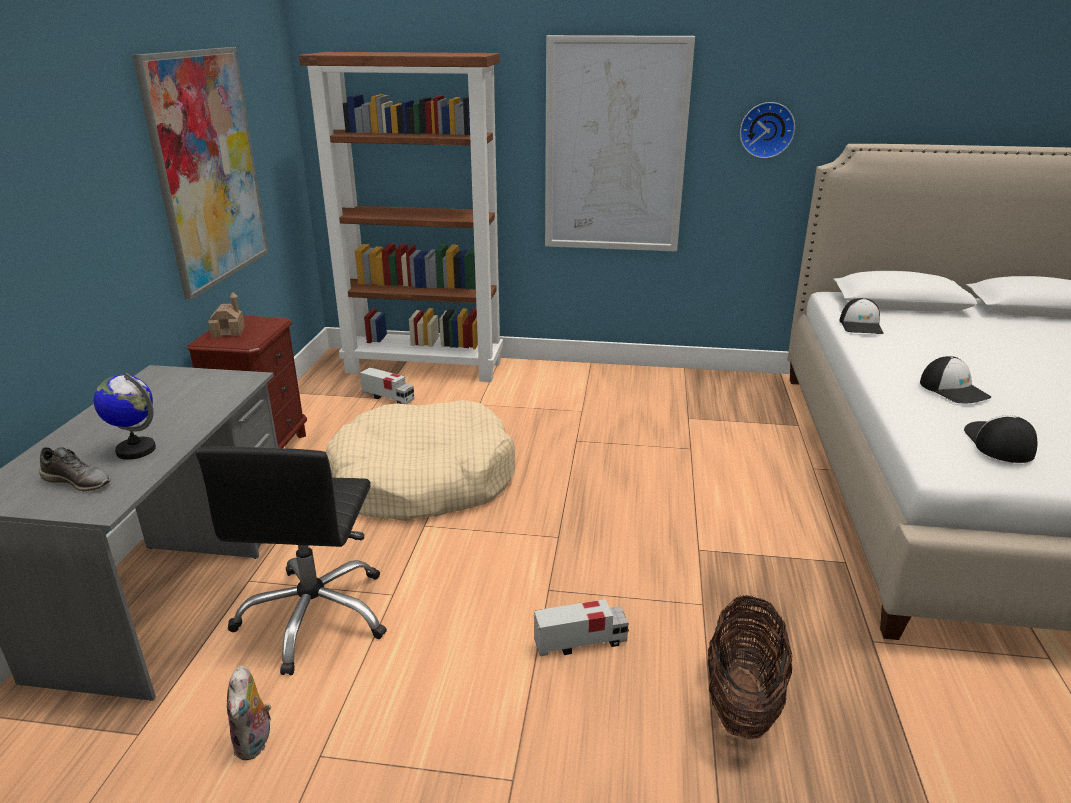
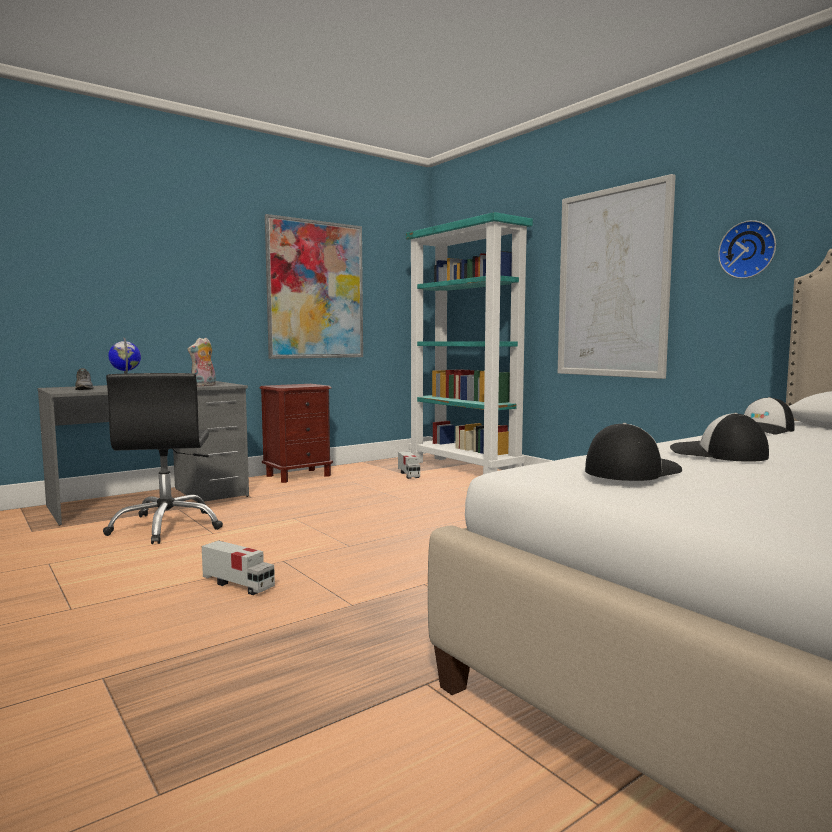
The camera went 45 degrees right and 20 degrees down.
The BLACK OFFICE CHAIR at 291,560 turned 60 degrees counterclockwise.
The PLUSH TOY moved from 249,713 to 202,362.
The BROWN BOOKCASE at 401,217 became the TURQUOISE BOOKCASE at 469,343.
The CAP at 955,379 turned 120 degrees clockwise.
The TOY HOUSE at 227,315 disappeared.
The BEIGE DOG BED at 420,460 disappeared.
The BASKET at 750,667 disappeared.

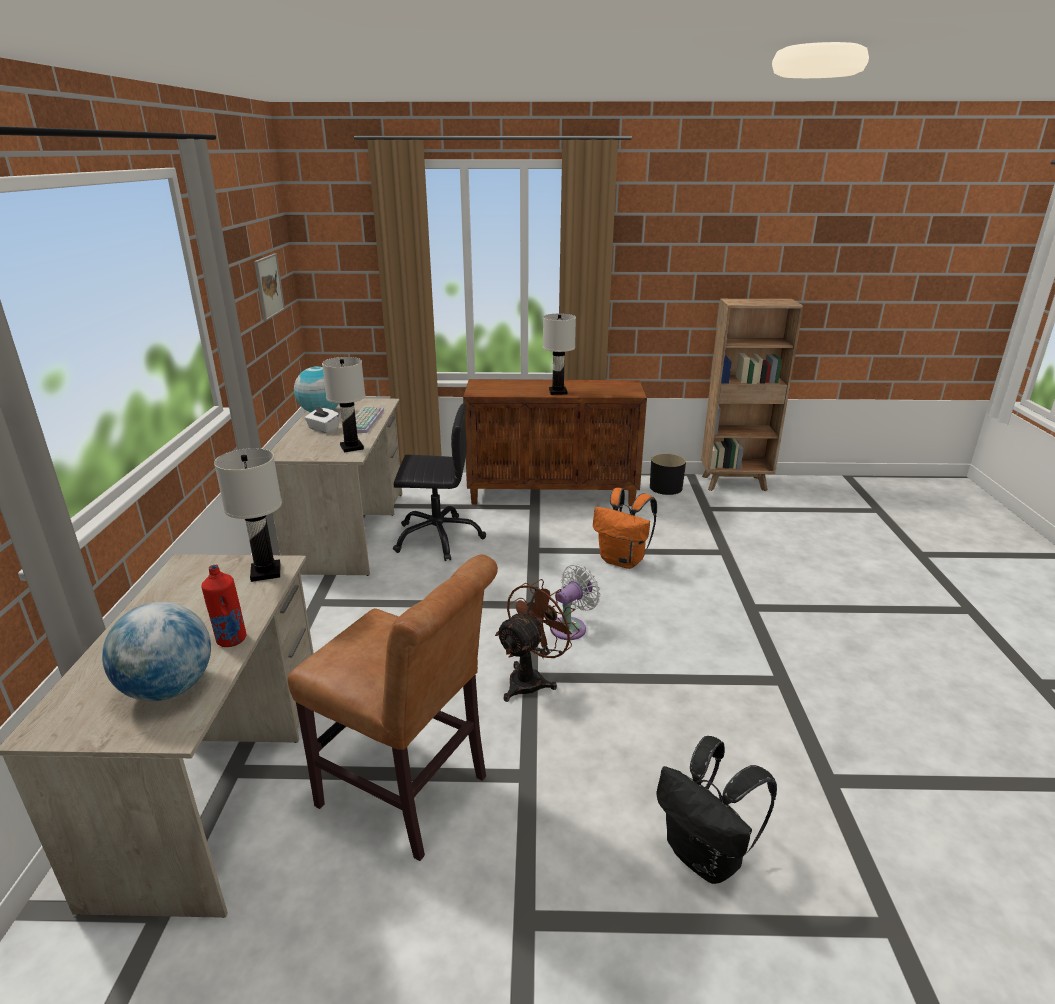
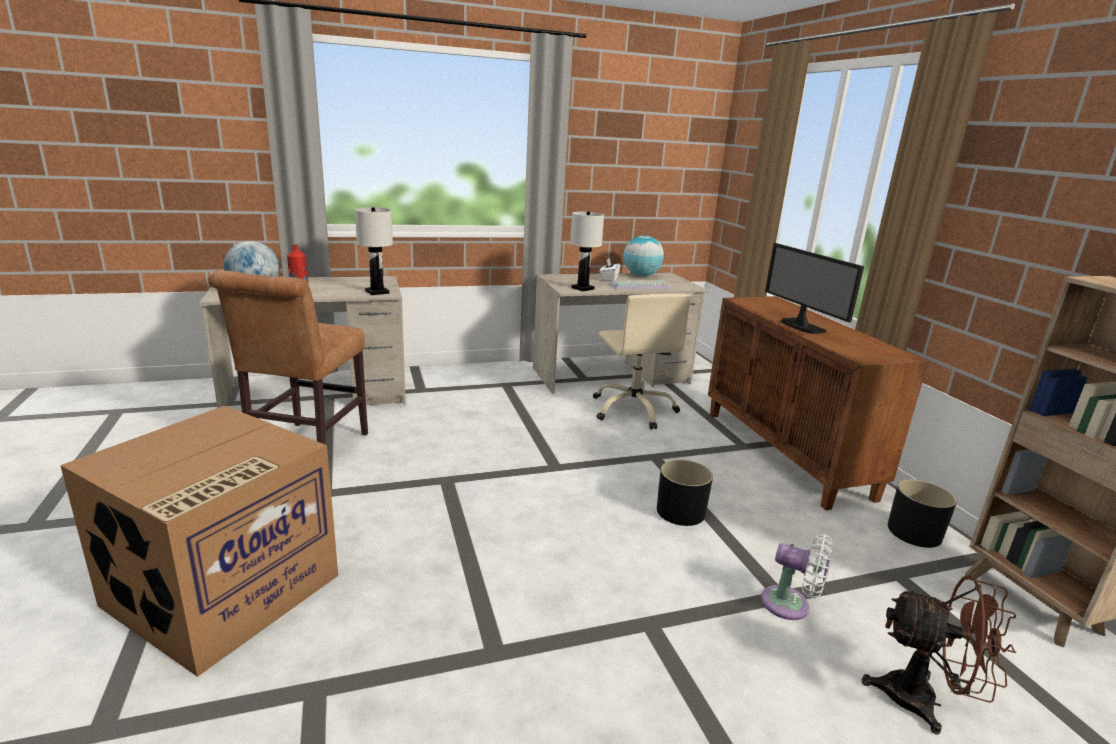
The camera went 70 degrees right and 5 degrees down.
The BLACK BACKPACK at 716,810 was replaced by the CARDBOARD BOX at 199,541.
The BLACK OFFICE CHAIR at 439,482 became the BEIGE OFFICE CHAIR at 642,361.
The ORANGE BACKPACK at 625,528 was replaced by the BLACK PLANTER at 685,493.
The WHITE FAN moved from 576,602 to 797,577.
The WHITE TABLE LAMP at 559,354 was replaced by the MONITOR at 814,288.
The BROWN FAN moved from 537,640 to 939,655.
The PICTURE at 269,287 disappeared.

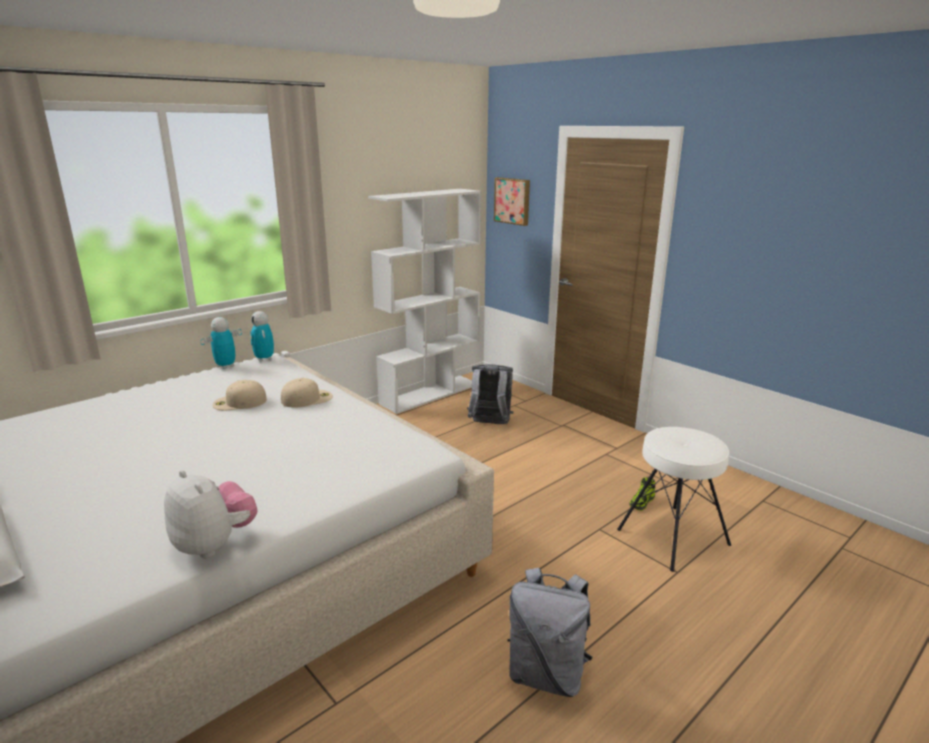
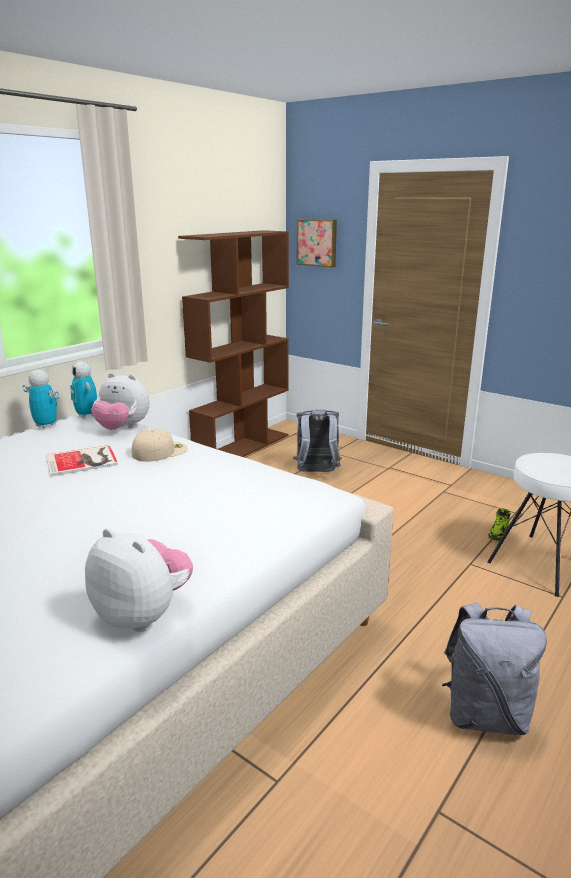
The camera went 10 degrees left and 0 degrees up.
The TOY ROBOT at 221,343 turned 90 degrees clockwise.
The BEIGE CAP at 240,395 was replaced by the BOOK at 82,460.
The PLUSH TOY at 120,401 appeared.
The WHITE BOOKCASE at 424,301 became the BROWN BOOKCASE at 233,343.

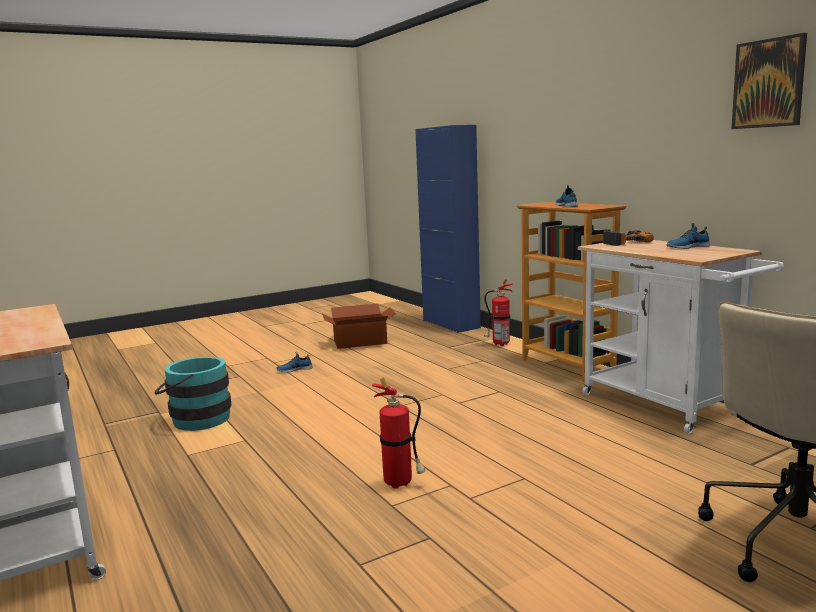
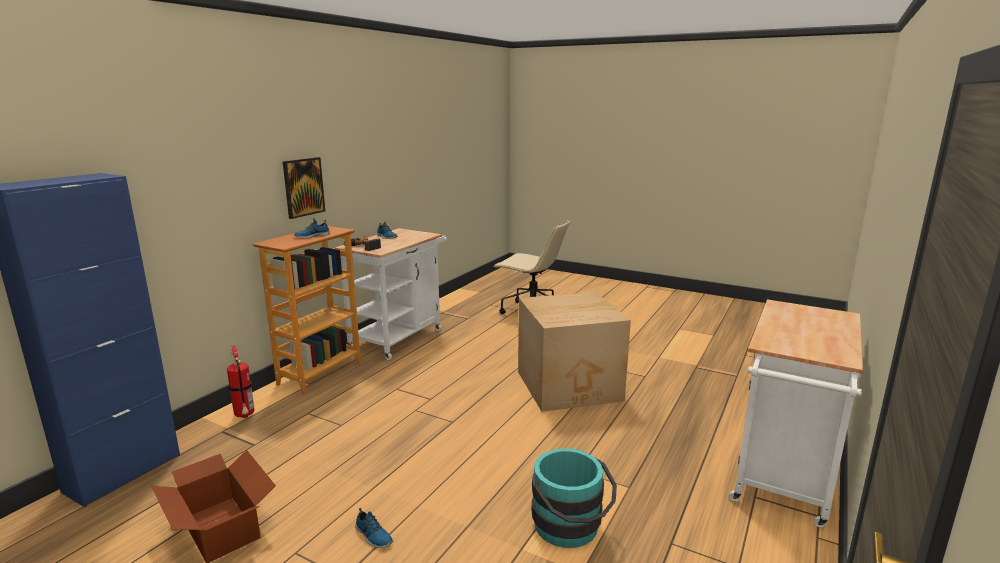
The camera went 120 degrees left and 5 degrees up.
The PICTURE moved from 769,81 to 304,188.
The FIRE EXTINGUISHER at 399,433 was replaced by the CARDBOARD BOX at 574,352.

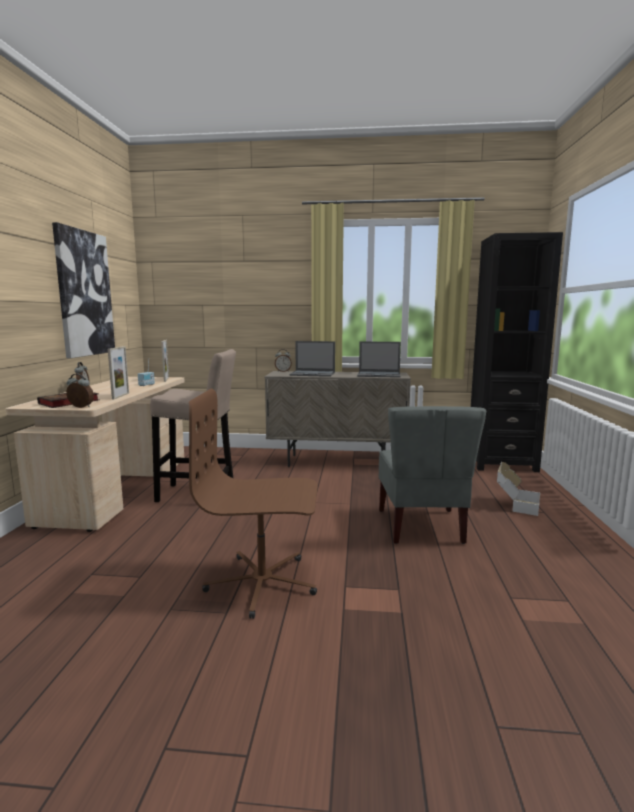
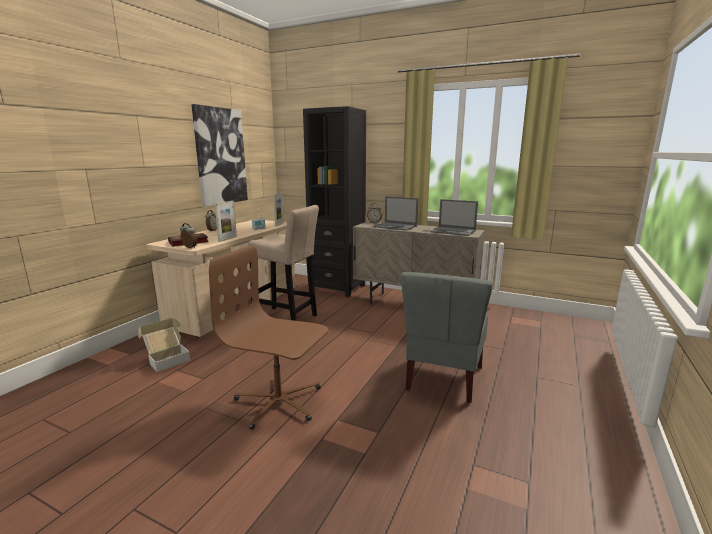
The camera went 20 degrees right and 5 degrees up.
The CARDBOARD BOX moved from 518,489 to 164,345.
The BLACK BOOKCASE moved from 517,352 to 334,201.

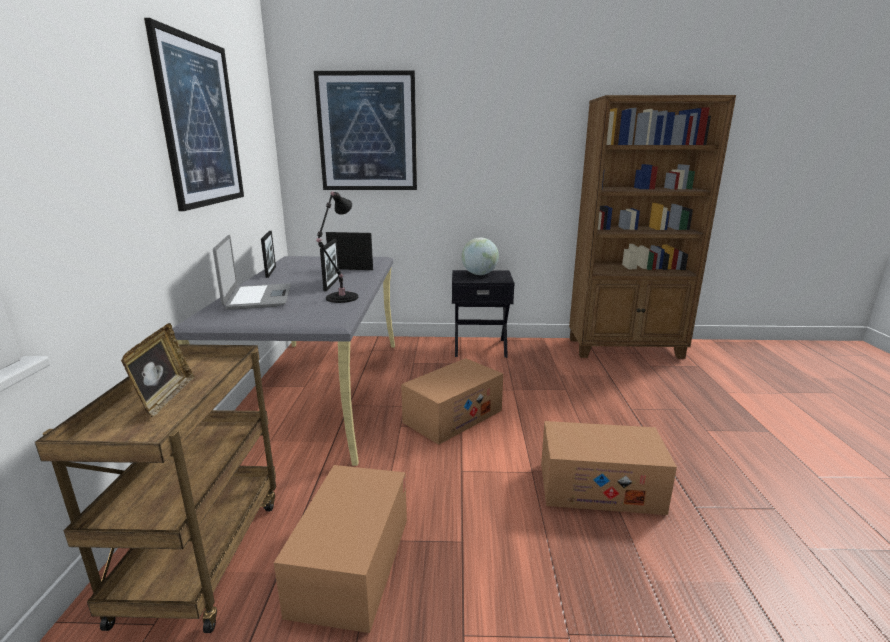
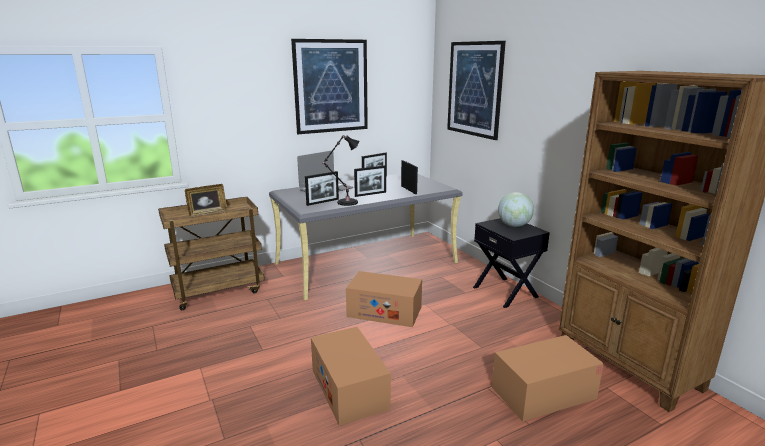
The camera went 60 degrees right and 0 degrees up.
The PICTURE FRAME at 322,188 appeared.
The CARDBOARD BOX moved from 340,549 to 548,378.

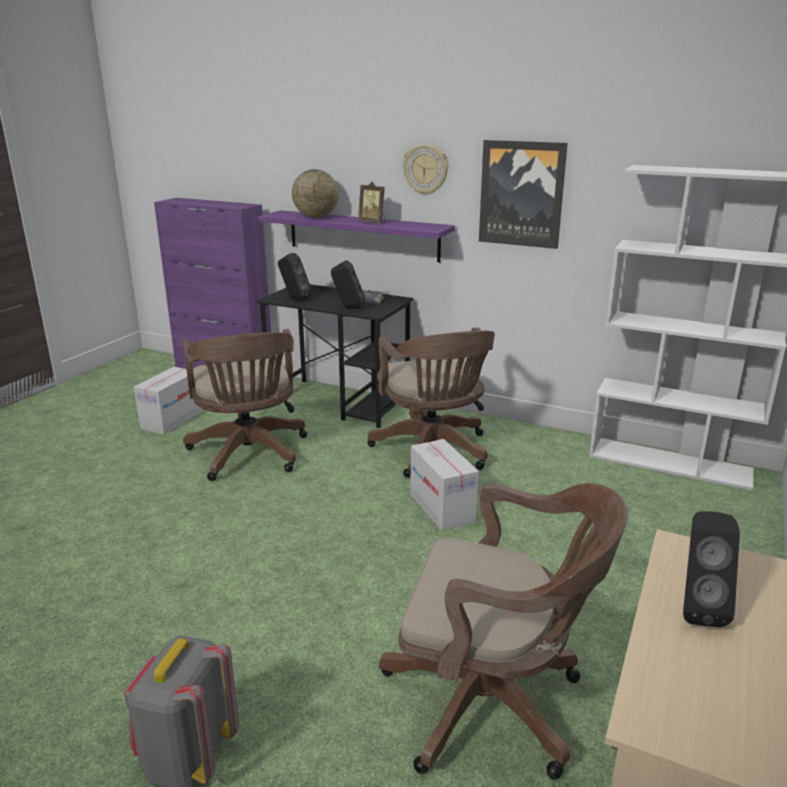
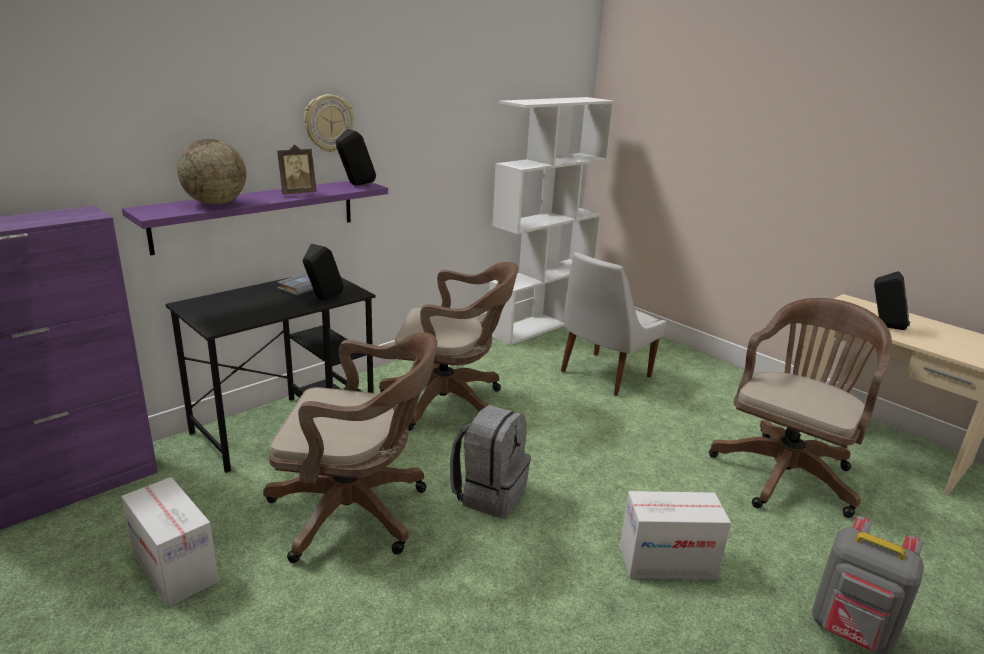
The camera went 70 degrees left and 0 degrees up.
The BLACK SPEAKER moved from 295,276 to 356,157.
The GREY BACKPACK at 490,461 appeared.
The WHITE CHAIR at 614,324 appeared.
The CARDBOARD BOX moved from 444,485 to 675,535.
The PICTURE at 523,194 disappeared.

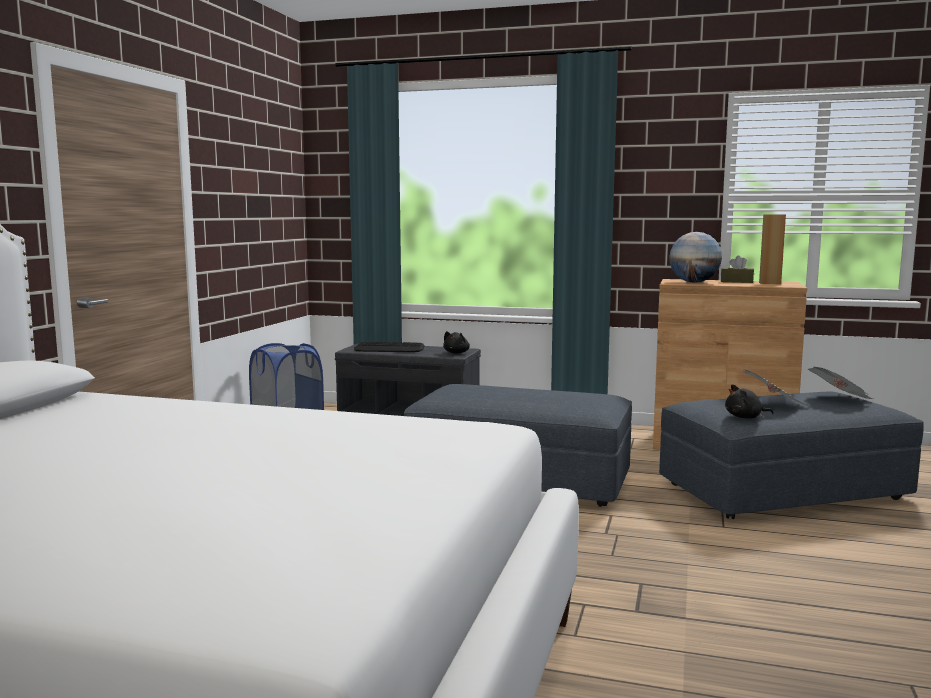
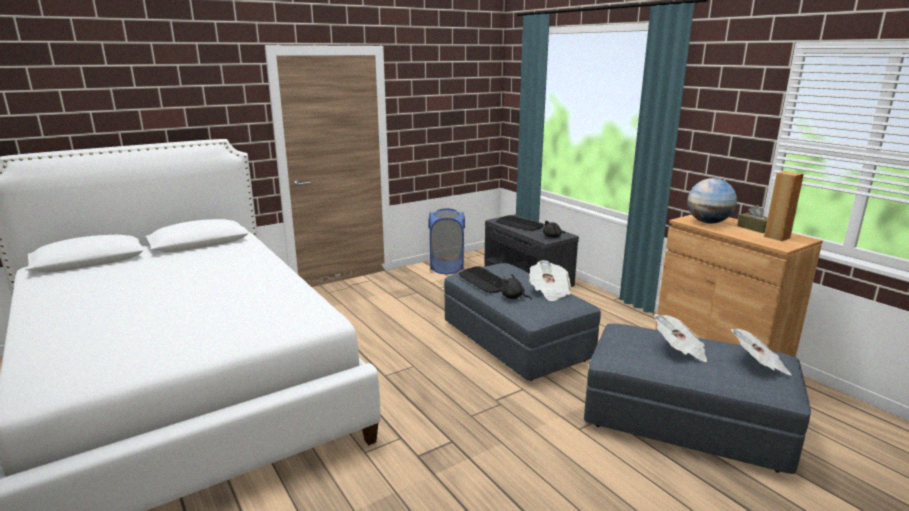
The camera went 40 degrees right and 10 degrees up.
The KEYBOARD at 480,279 appeared.
The BLACK PLUSH TOY moved from 749,402 to 516,287.
The NEWSPAPER at 550,280 appeared.

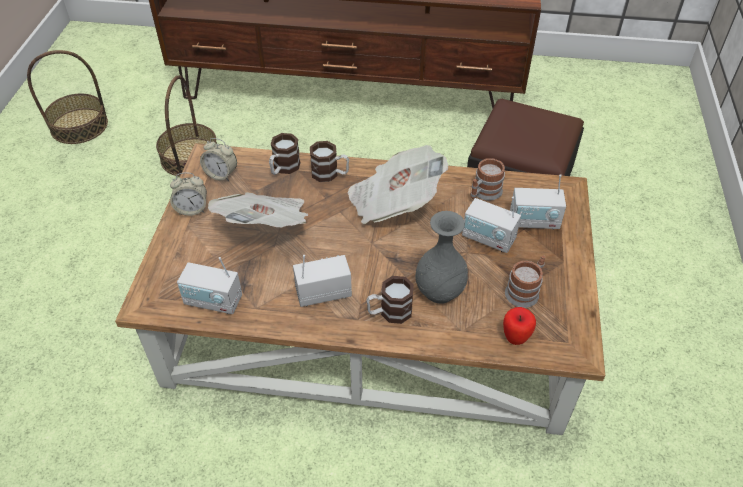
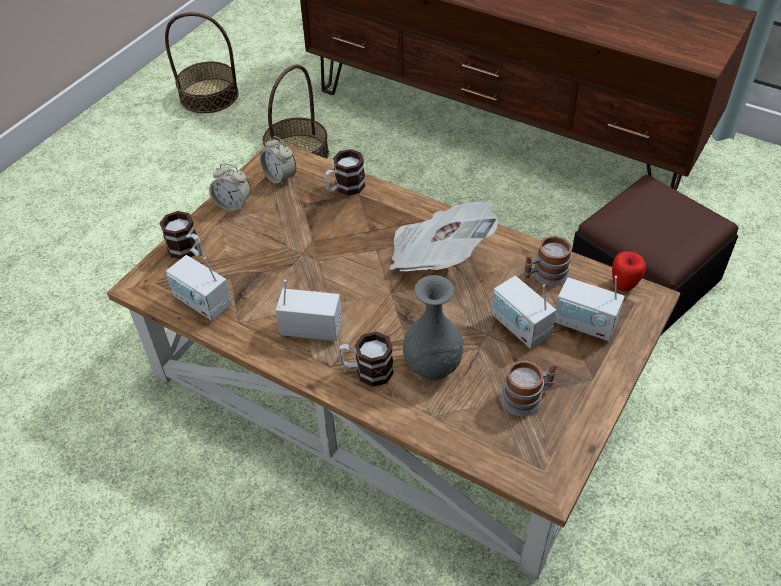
The camera went 25 degrees right and 0 degrees up.
The MUG moved from 329,161 to 181,235.
The APPLE moved from 519,326 to 629,271.
The NEWSPAPER at 258,209 disappeared.

